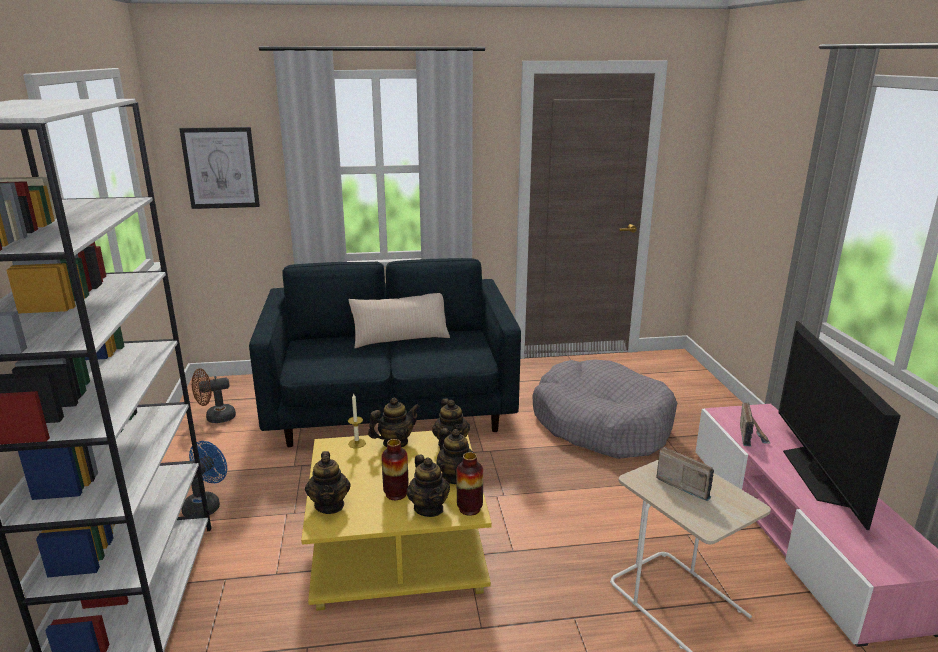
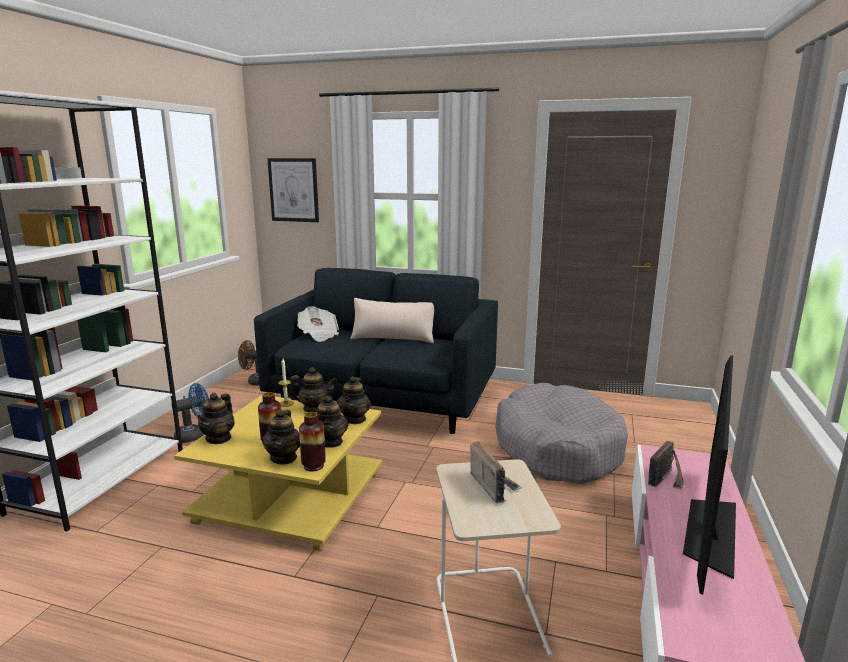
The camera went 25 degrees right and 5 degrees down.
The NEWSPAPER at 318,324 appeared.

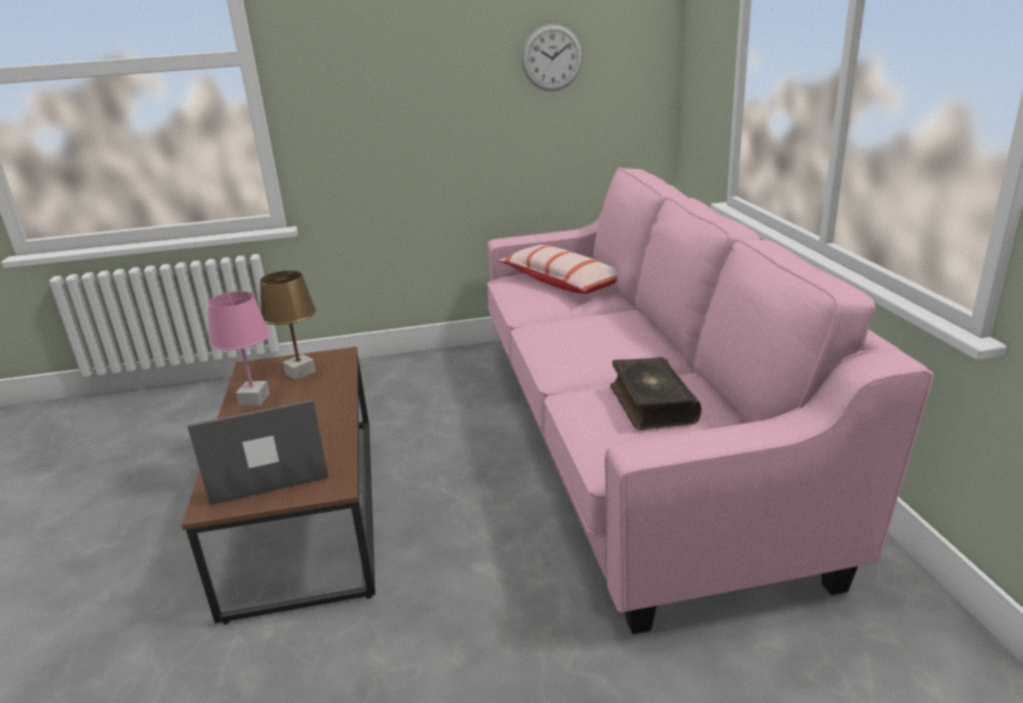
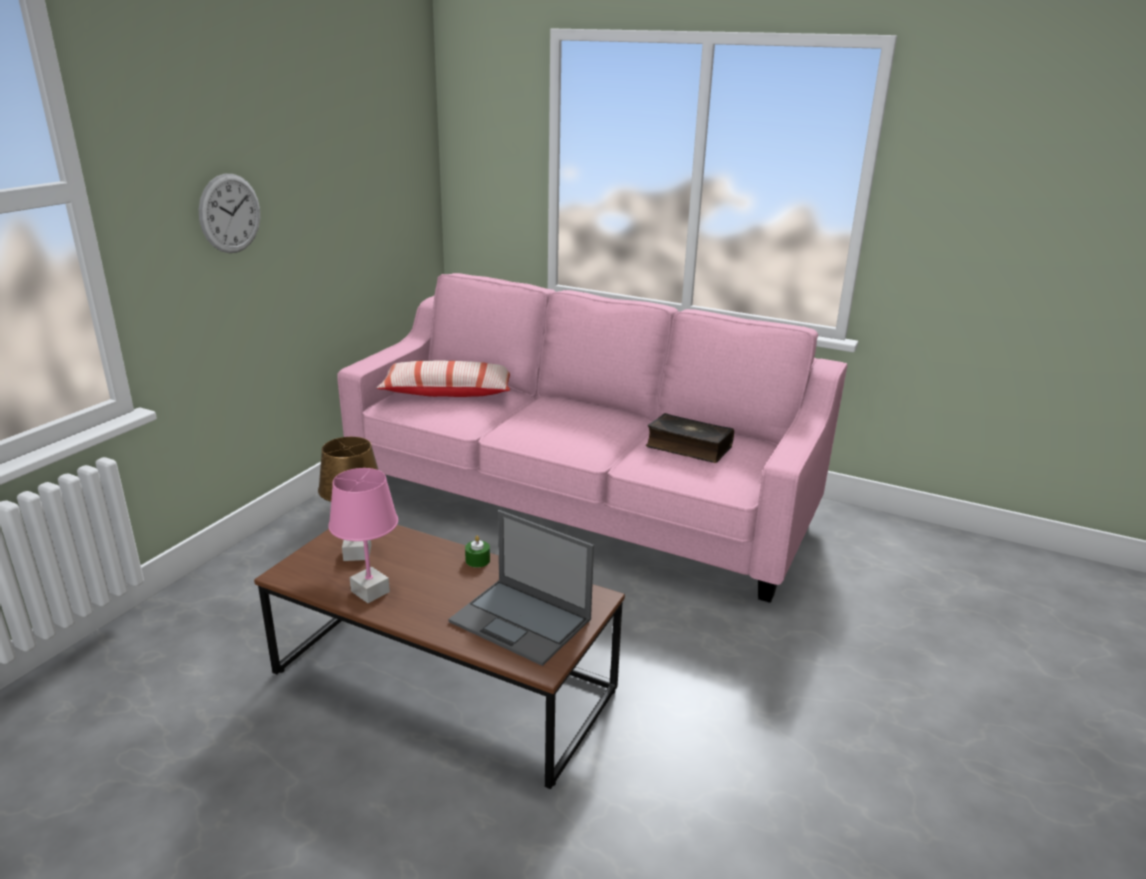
The camera went 55 degrees left and 0 degrees up.
The WALL CLOCK moved from 552,57 to 229,213.
The LAPTOP at 258,452 turned 75 degrees counterclockwise.
The GREEN CANDLE at 477,552 appeared.

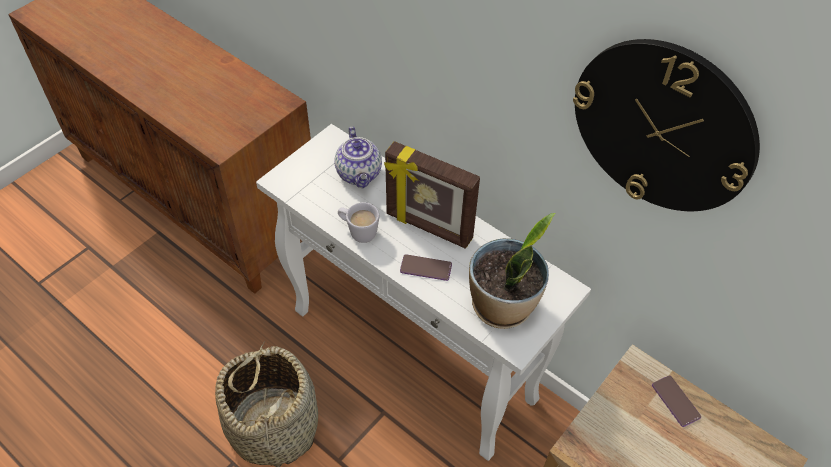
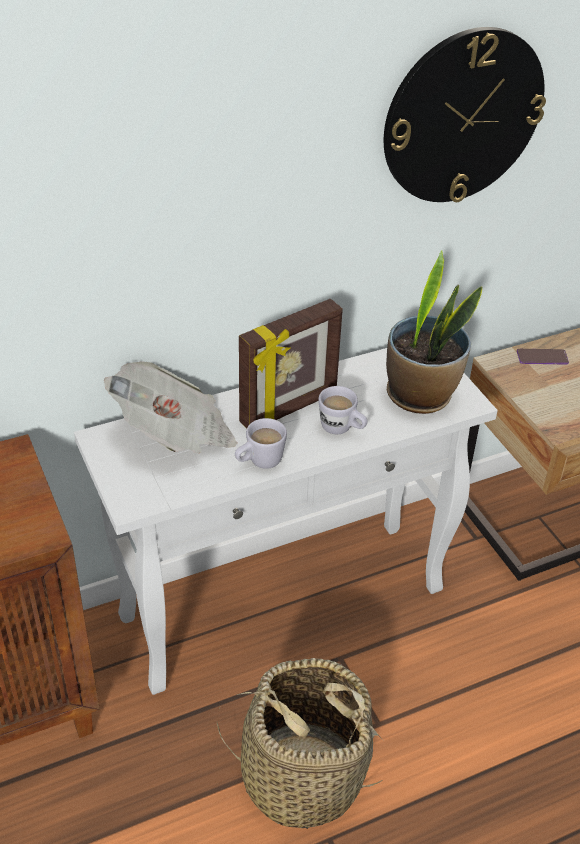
The camera went 65 degrees left and 10 degrees down.
The TEAPOT at 358,157 was replaced by the NEWSPAPER at 171,408.
The PHONE at 426,267 was replaced by the WHITE MUG at 343,410.

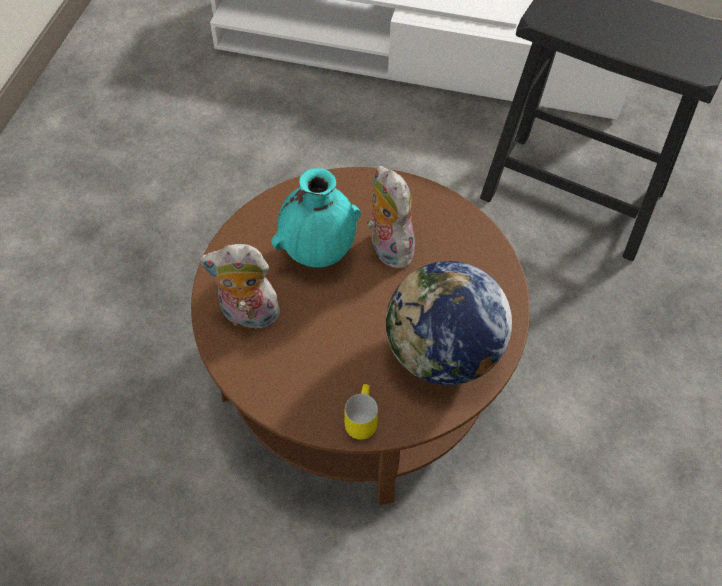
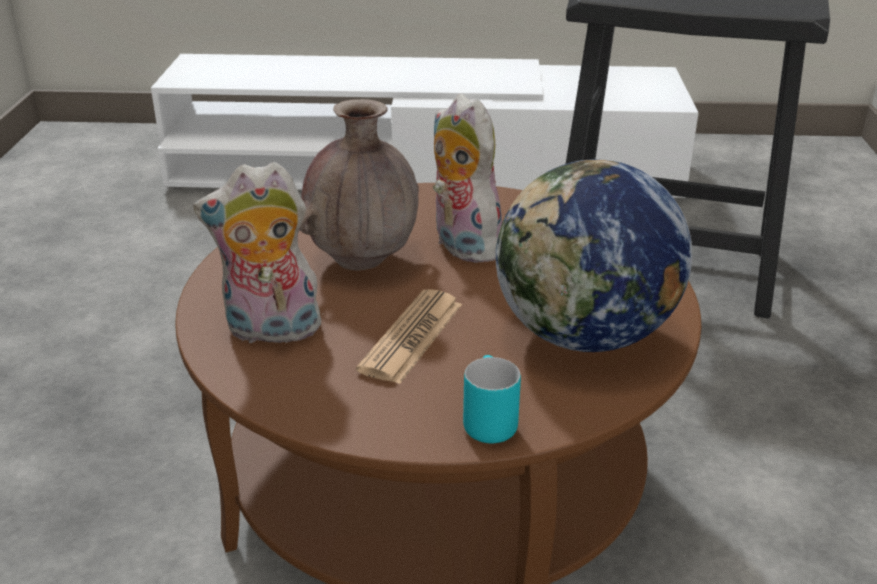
The camera went 10 degrees left and 25 degrees down.
The TURQUOISE VASE at 316,218 became the BROWN VASE at 359,185.
The NEWSPAPER at 409,336 appeared.
The YELLOW MUG at 361,412 became the TURQUOISE MUG at 492,399.

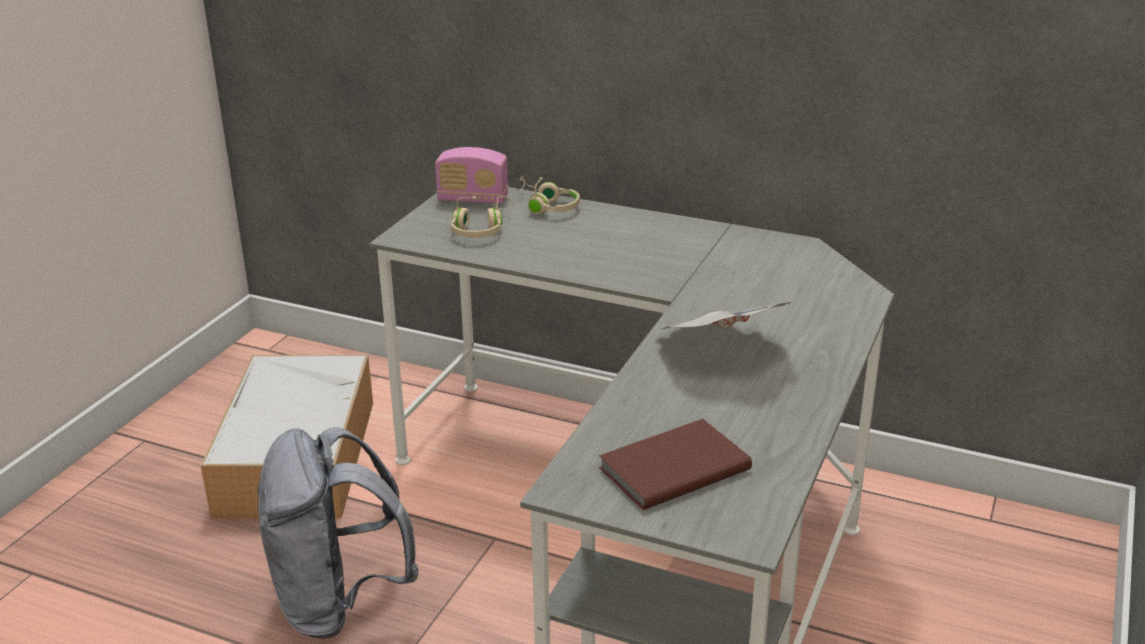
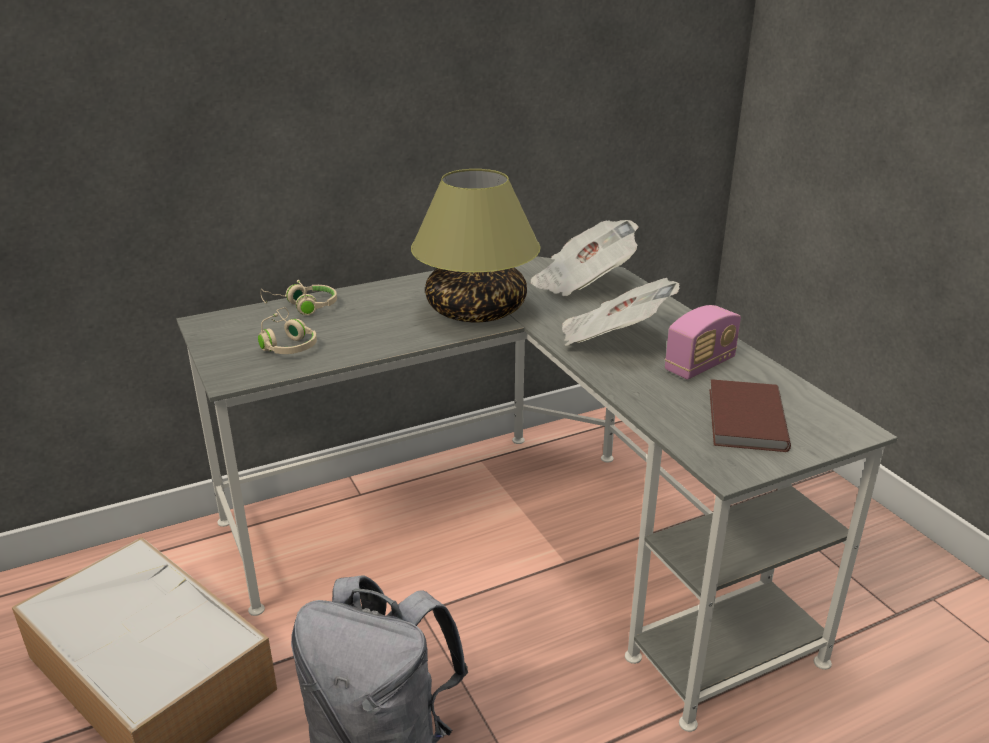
The camera went 50 degrees left and 0 degrees up.
The TABLE LAMP at 476,245 appeared.
The NEWSPAPER at 585,258 appeared.
The RADIO moved from 471,175 to 703,342.

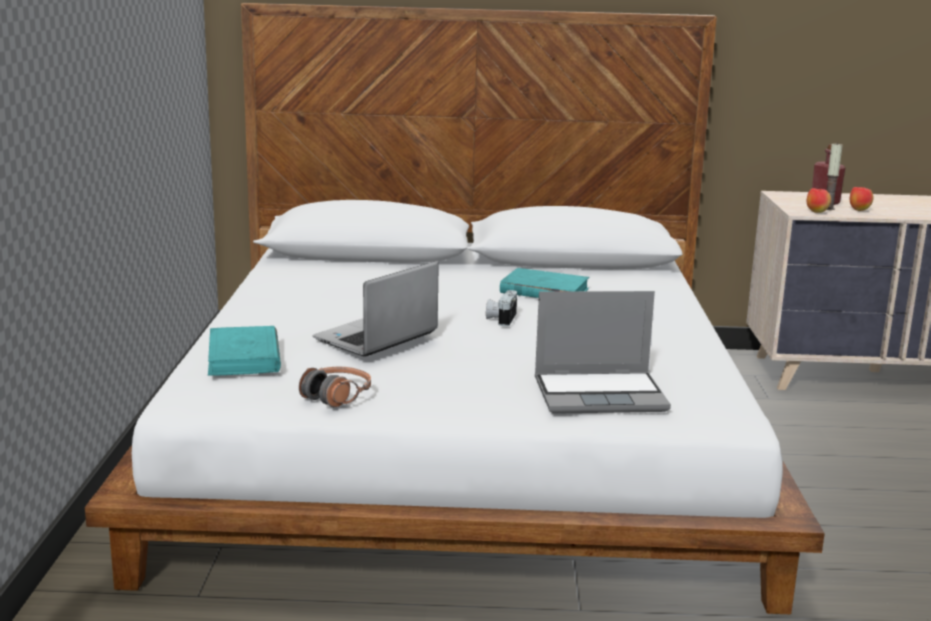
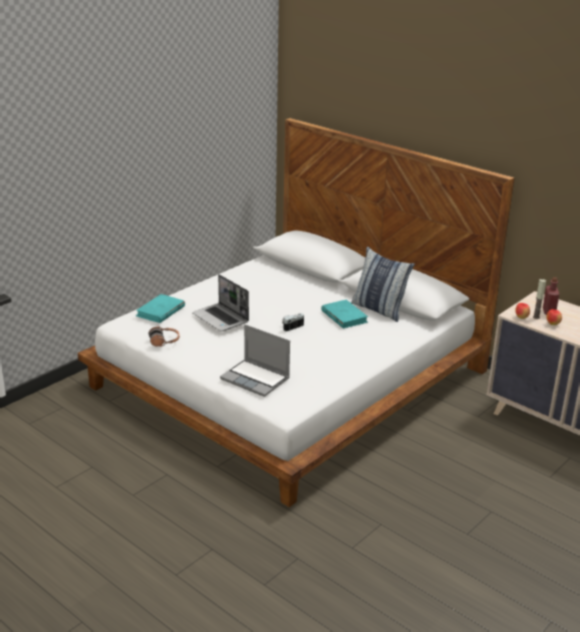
The camera went 40 degrees right and 10 degrees up.
The LAPTOP at 376,309 turned 120 degrees counterclockwise.
The PILLOW at 383,284 appeared.

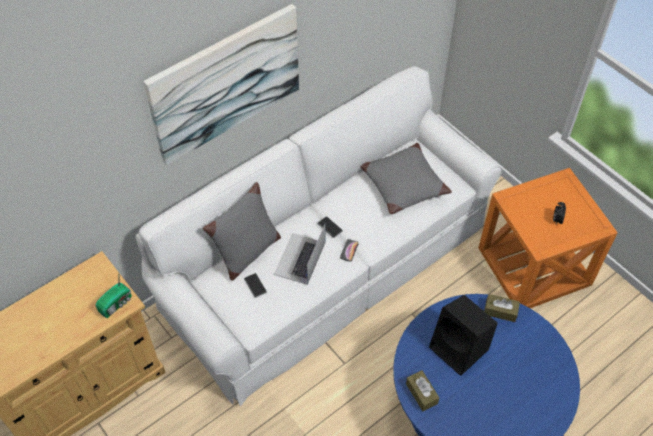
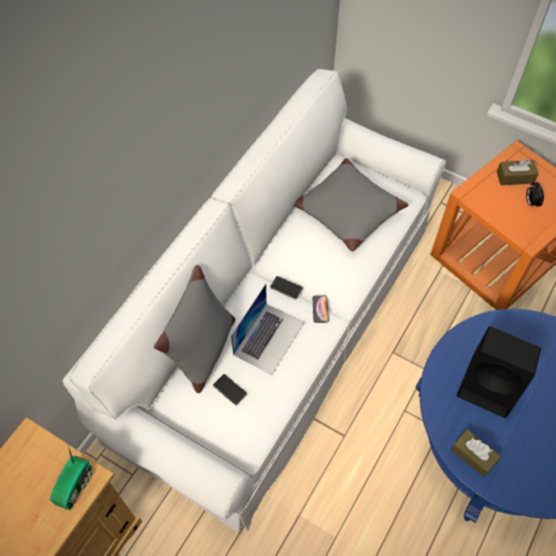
The camera went 20 degrees left and 5 degrees up.
The LAPTOP at 299,255 turned 150 degrees counterclockwise.
The BROWN TISSUE BOX moved from 502,308 to 517,172.
The PICTURE at 221,84 disappeared.

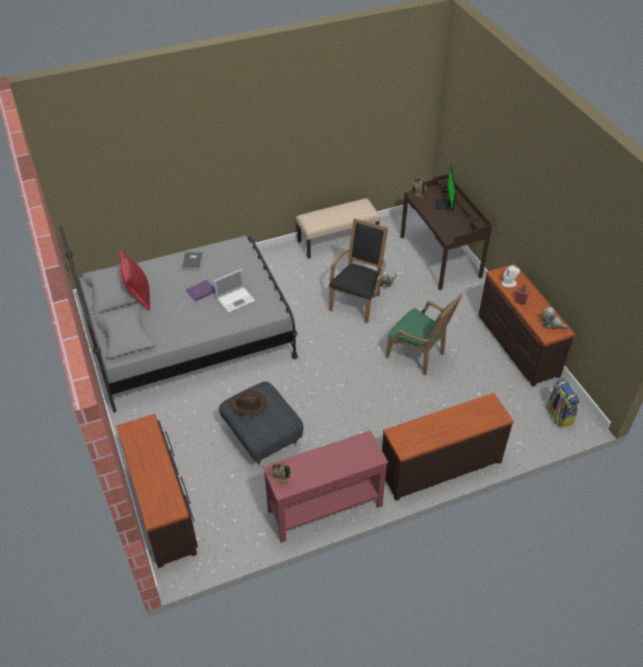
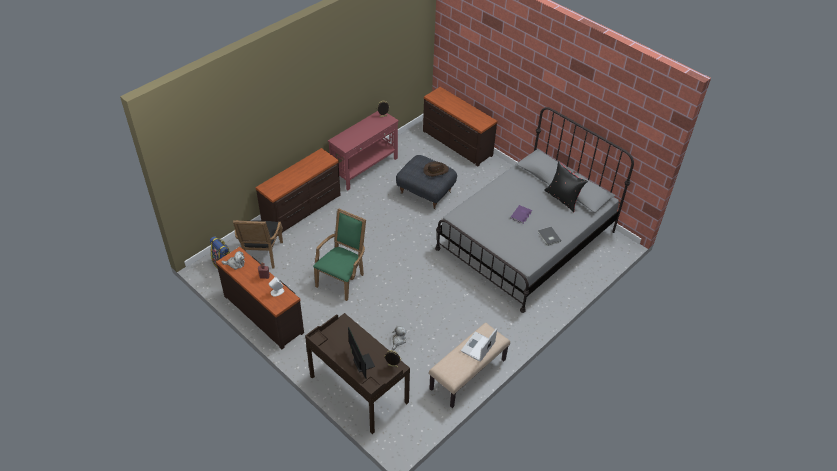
The camera went 155 degrees right and 0 degrees up.
The BLACK ARMCHAIR moved from 358,270 to 258,244.
The GREEN ARMCHAIR at 423,334 turned 105 degrees clockwise.
The LAPTOP moved from 235,291 to 479,345.
The RED PILLOW at 135,280 became the BLACK PILLOW at 566,186.

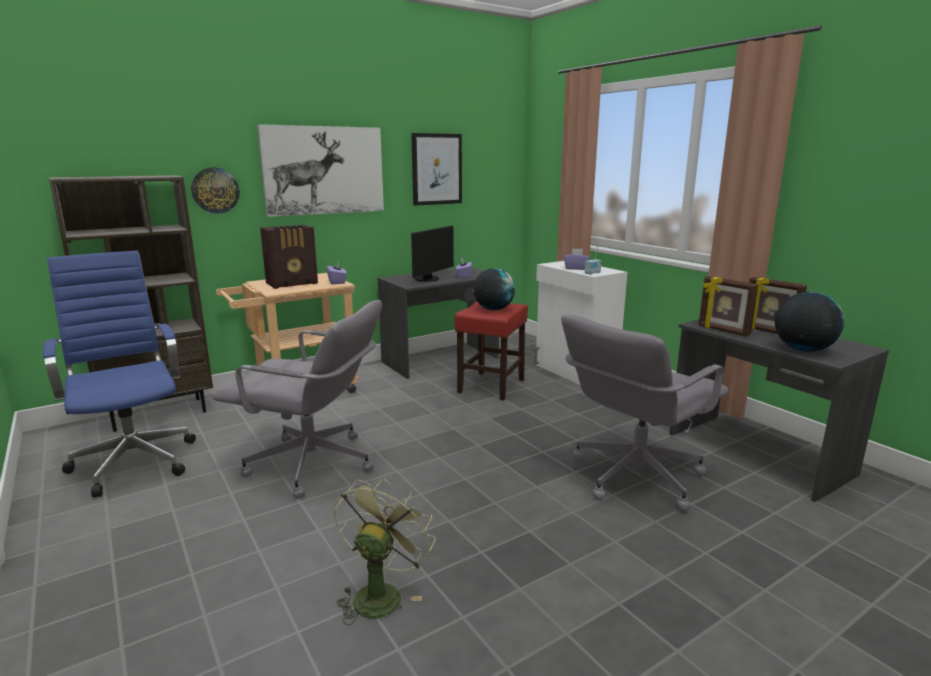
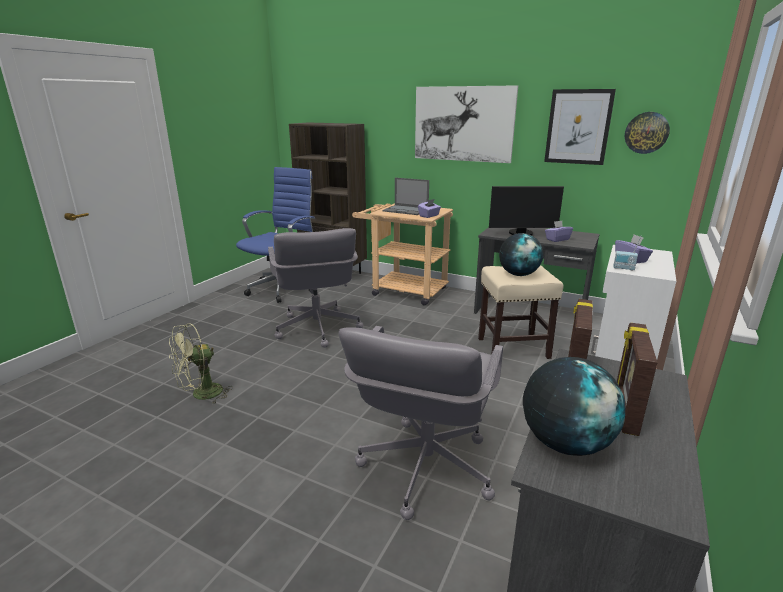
The camera went 60 degrees right and 5 degrees up.
The GREEN FAN at 384,551 turned 150 degrees clockwise.
The GREY OFFICE CHAIR at 645,413 turned 90 degrees counterclockwise.
The RADIO at 289,257 was replaced by the LAPTOP at 406,196.
The RED STOOL at 491,351 became the BEIGE STOOL at 521,312.
The WALL CLOCK moved from 215,191 to 647,133.

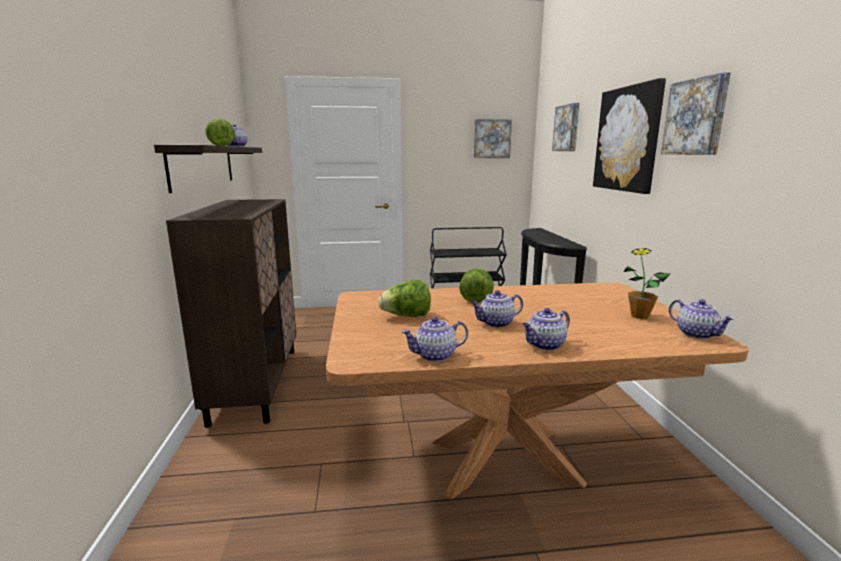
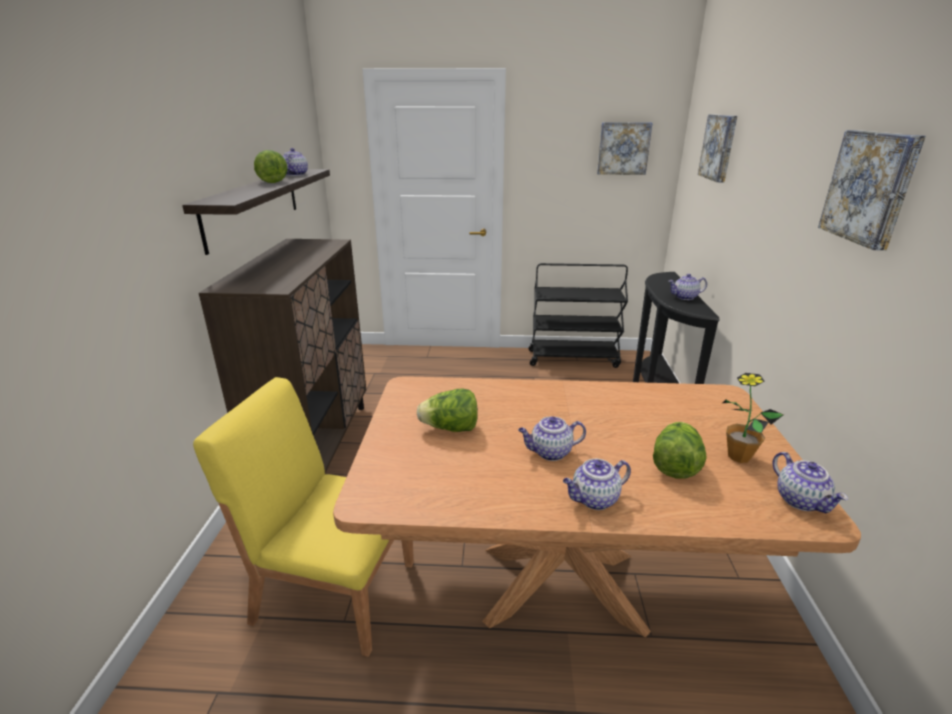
The camera went 10 degrees right and 10 degrees up.
The YELLOW CHAIR at 303,517 appeared.
The LETTUCE moved from 476,285 to 680,450.
The TEAPOT moved from 434,339 to 688,287.
The PICTURE at 629,136 disappeared.

